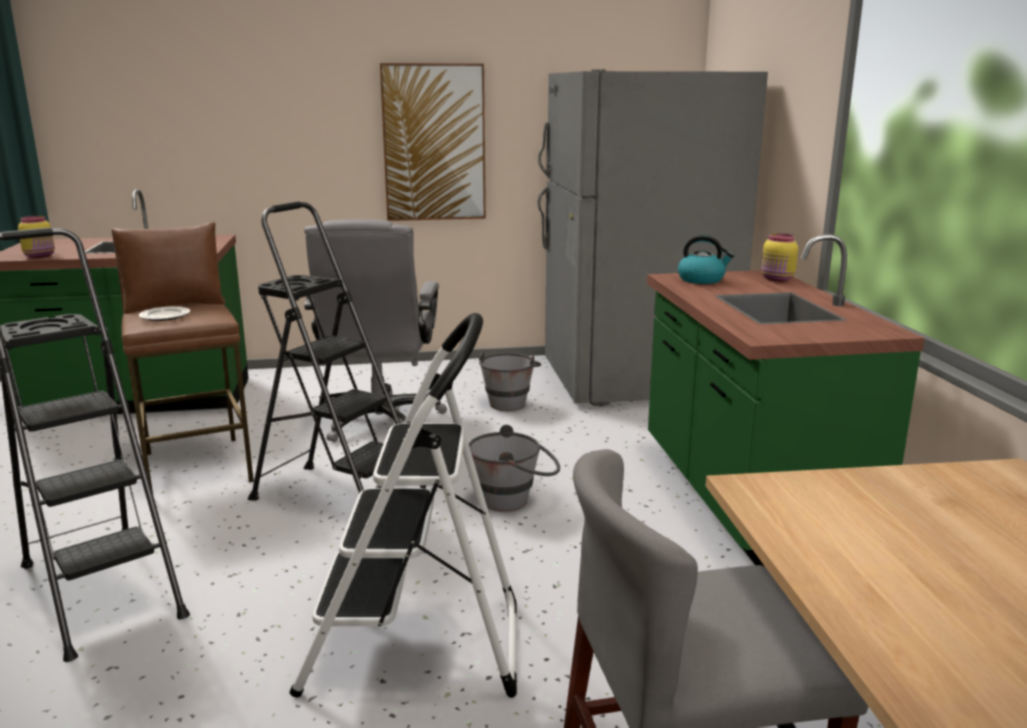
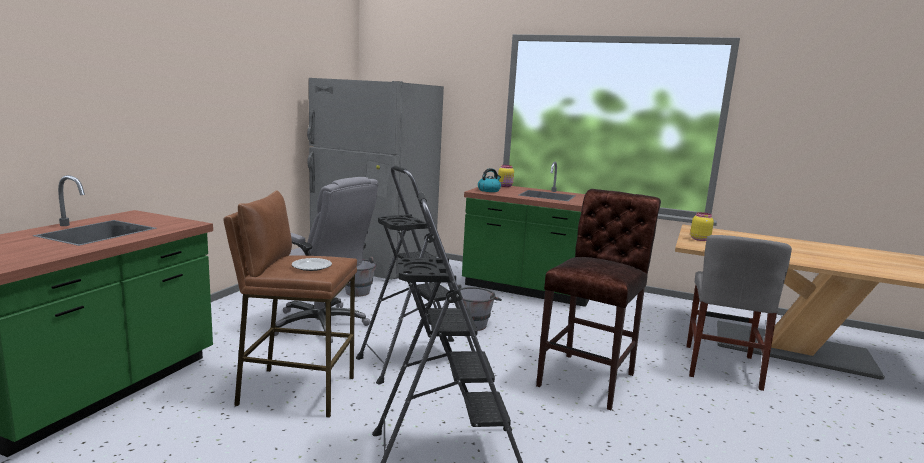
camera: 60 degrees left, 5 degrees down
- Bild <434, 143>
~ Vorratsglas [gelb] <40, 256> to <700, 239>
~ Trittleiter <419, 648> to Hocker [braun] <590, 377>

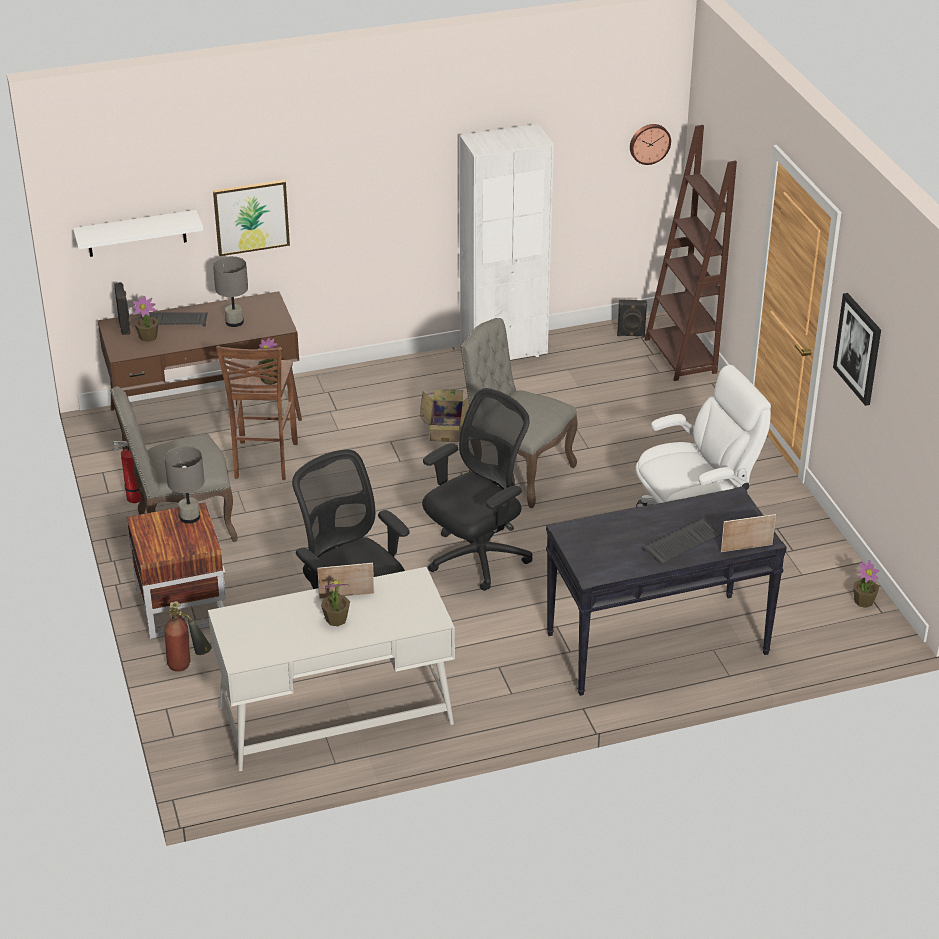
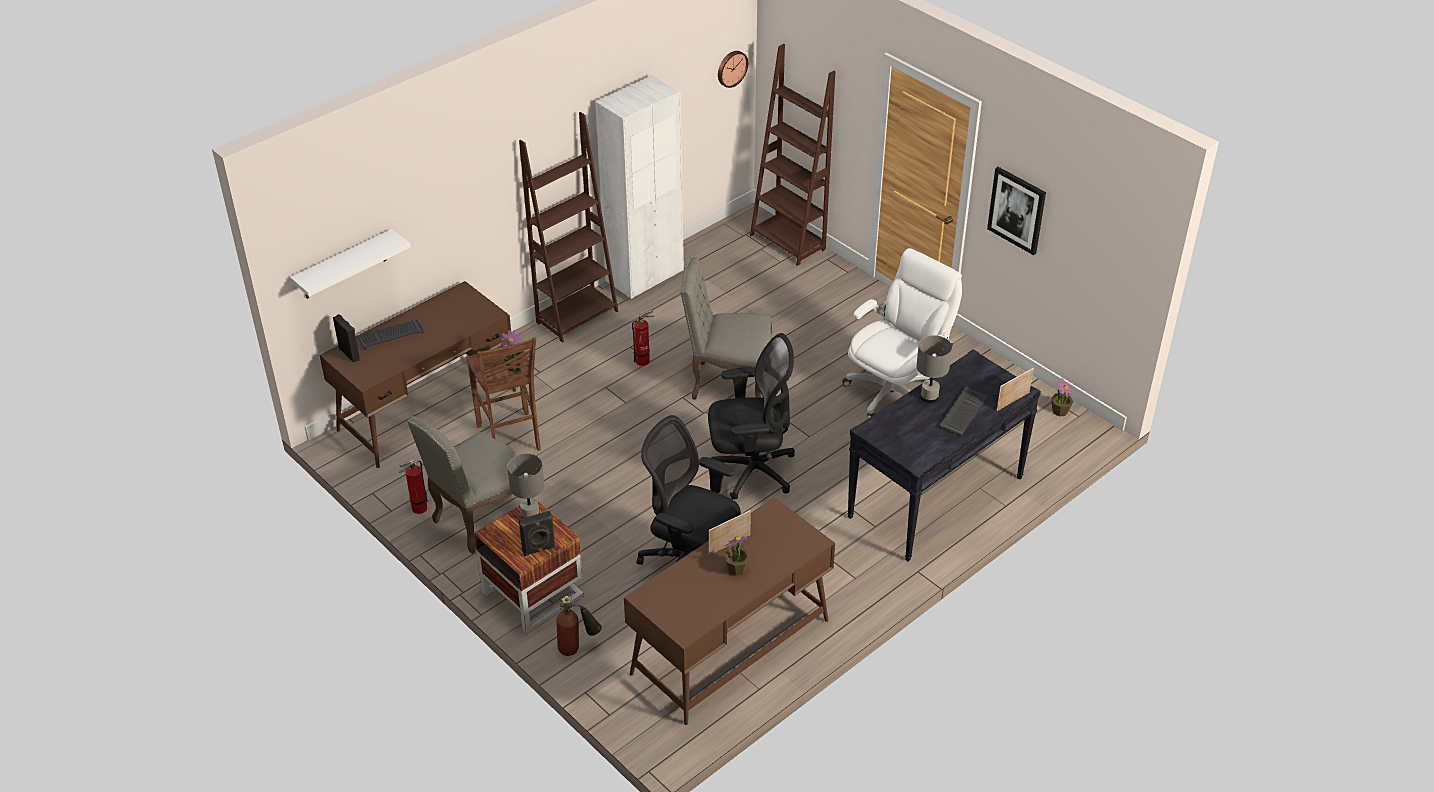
camera: 25 degrees left, 5 degrees up
- Topfpflanze <148, 337>
- Bild <251, 217>
+ Bücherregal [braun] <577, 316>
~ Tischlampe [grau] <234, 322> to <929, 397>
~ Lautsprecher [schwarz] <631, 335> to <539, 550>
~ Karton <447, 427> to Feuerlöscher <644, 360>
~ Schreibtisch [weiß] <335, 714> to Schreibtisch [braun] <729, 646>
~ Bürostuhl [schwarz] <475, 561> = <748, 472> 60 degrees clockwise

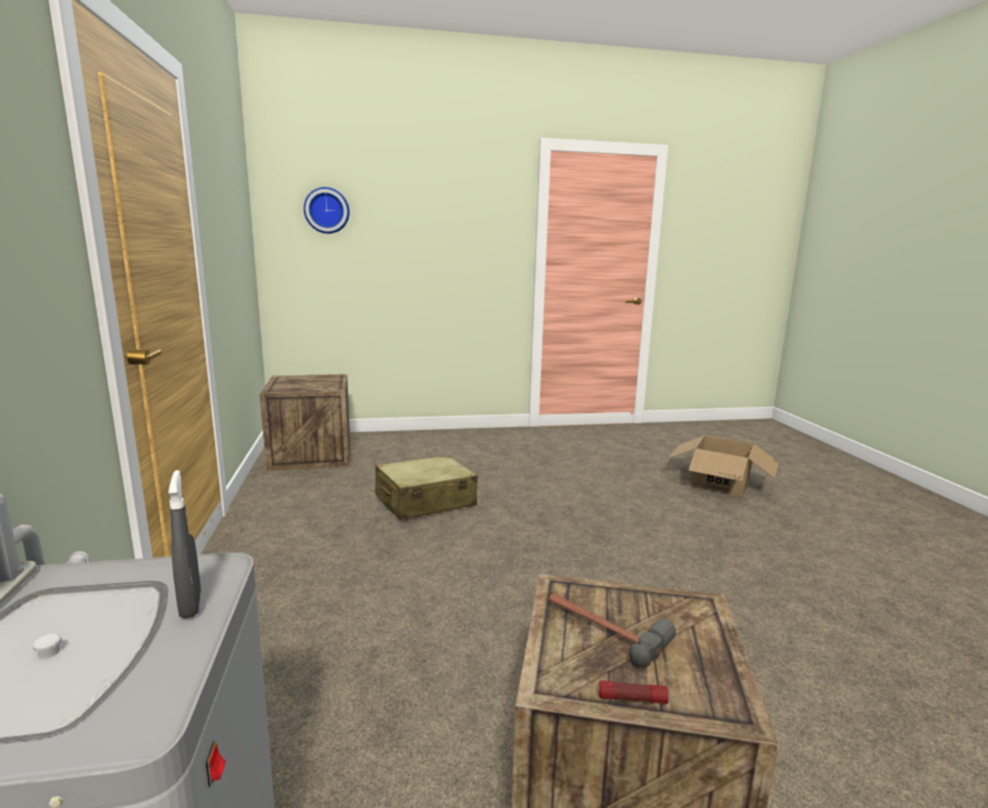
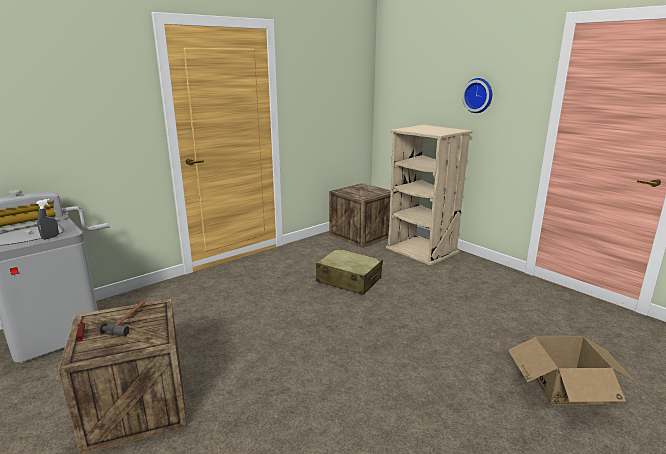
camera: 60 degrees right, 5 degrees up
+ Bücherregal [beige] <422, 250>
~ Wanduhr <327, 210> to <478, 95>

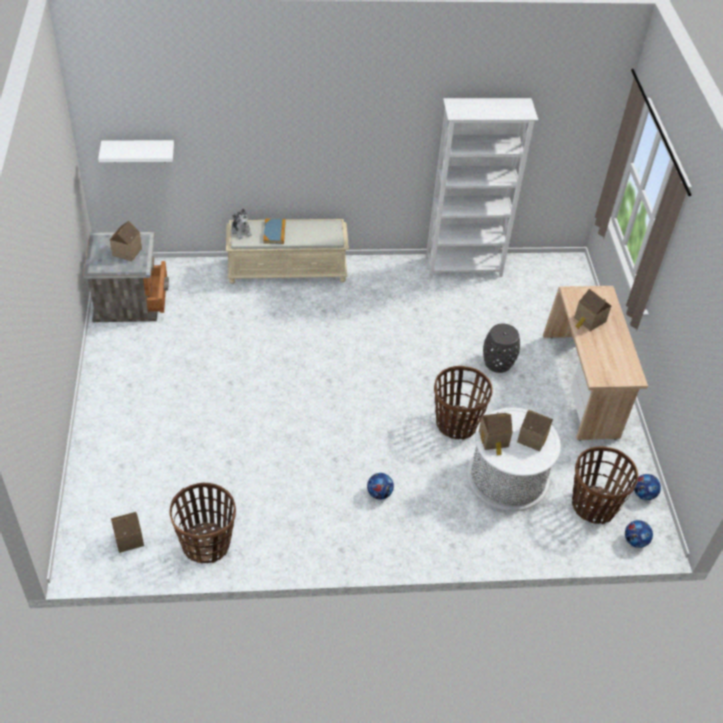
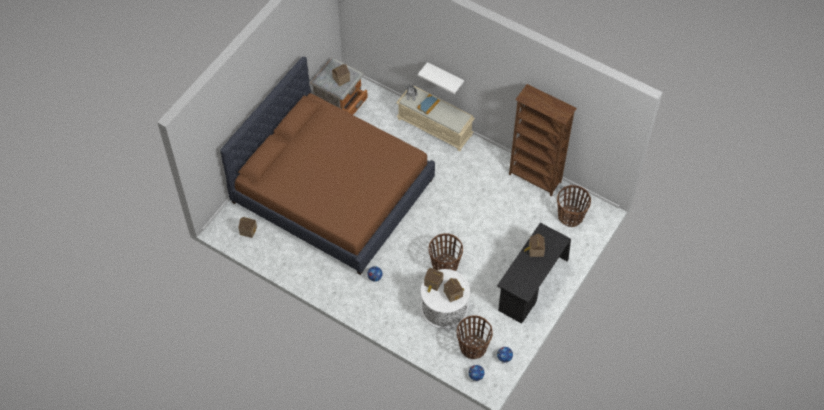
camera: 40 degrees right, 10 degrees up
- Hocker [grau] <497, 363>
+ Bett [braun] <332, 191>
~ Wandregal [weiß] <139, 151> to <445, 76>
~ Korb <206, 544> to <570, 216>
~ Bücherregal [weiß] <464, 267> to Bücherregal [braun] <535, 179>
~ Schreibtisch [beige] <582, 386> to Schreibtisch [schwarz] <531, 285>

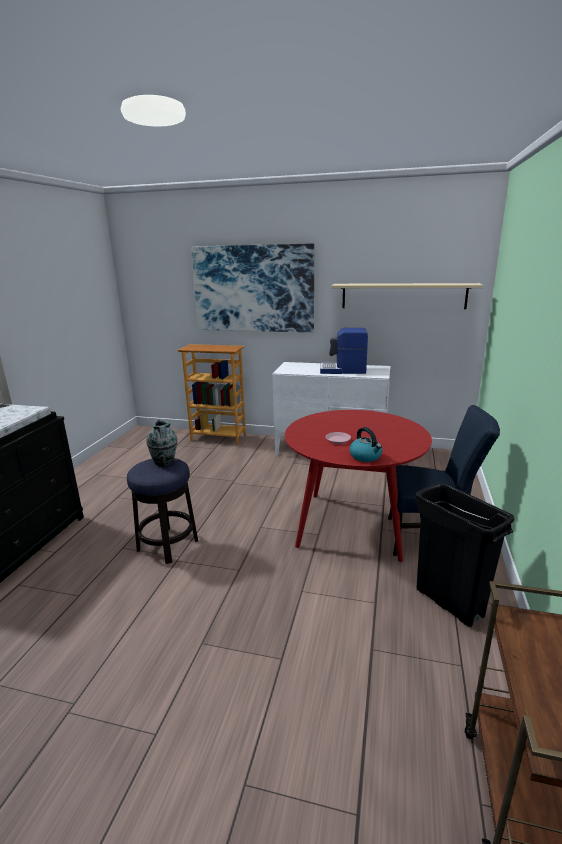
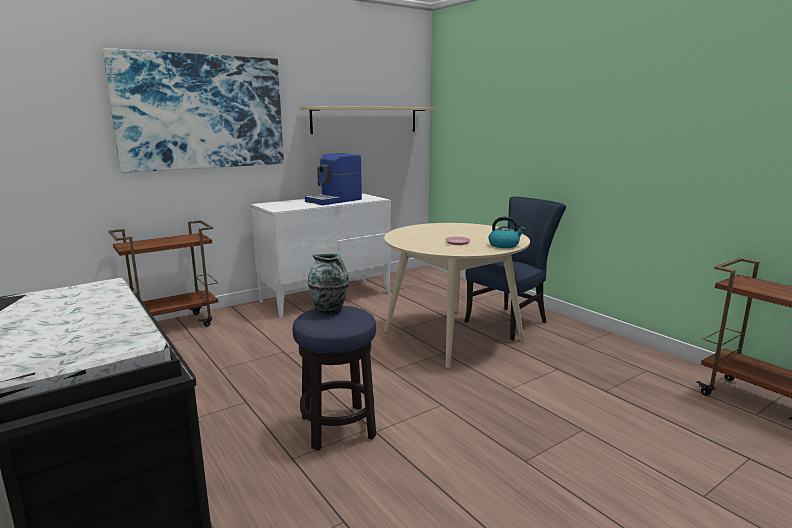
camera: 50 degrees left, 5 degrees down
- Mülleimer [schwarz] <448, 602>
~ Bücherregal <219, 438> to Rollwagen [braun] <174, 326>
~ Esstisch [rot] <352, 525> to Esstisch [beige] <452, 336>

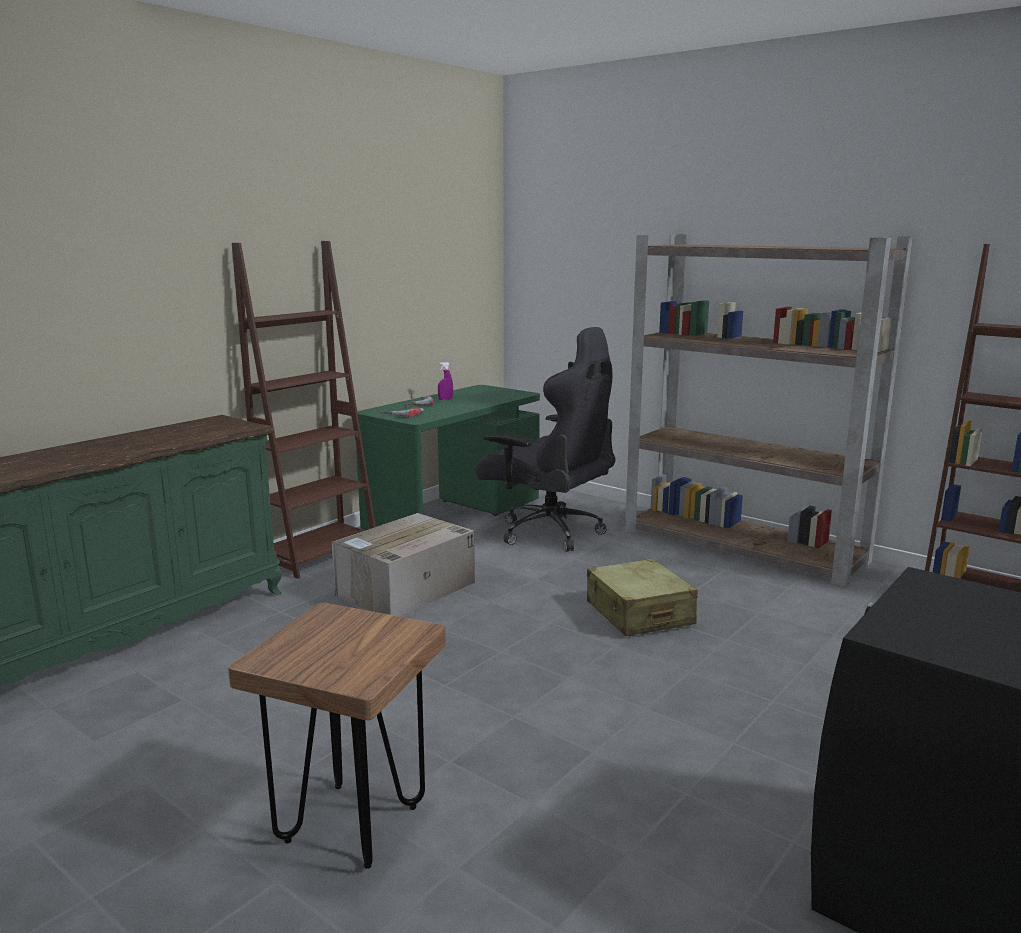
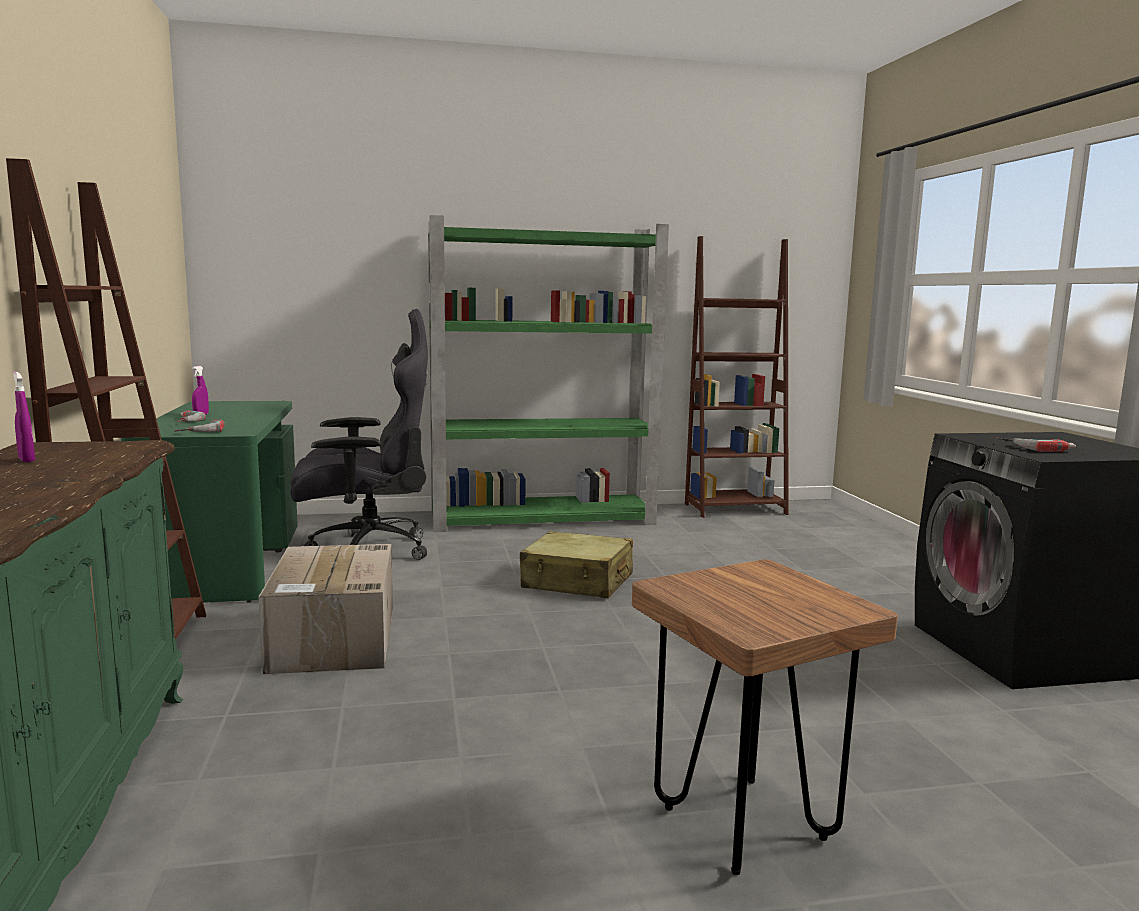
camera: 50 degrees left, 5 degrees down
+ Sprühflasche [lila] <26, 460>
+ Bohrmaschine <1035, 447>
~ Bücherregal [braun] <743, 546> to Bücherregal [grün] <542, 518>

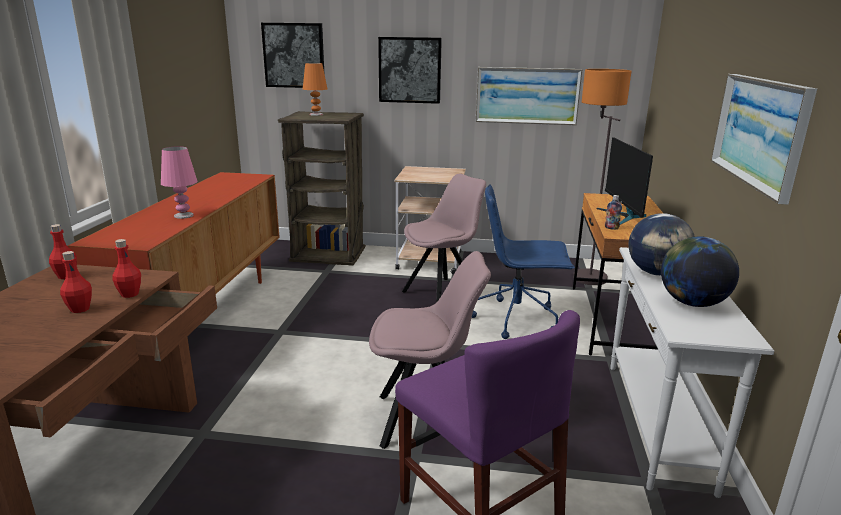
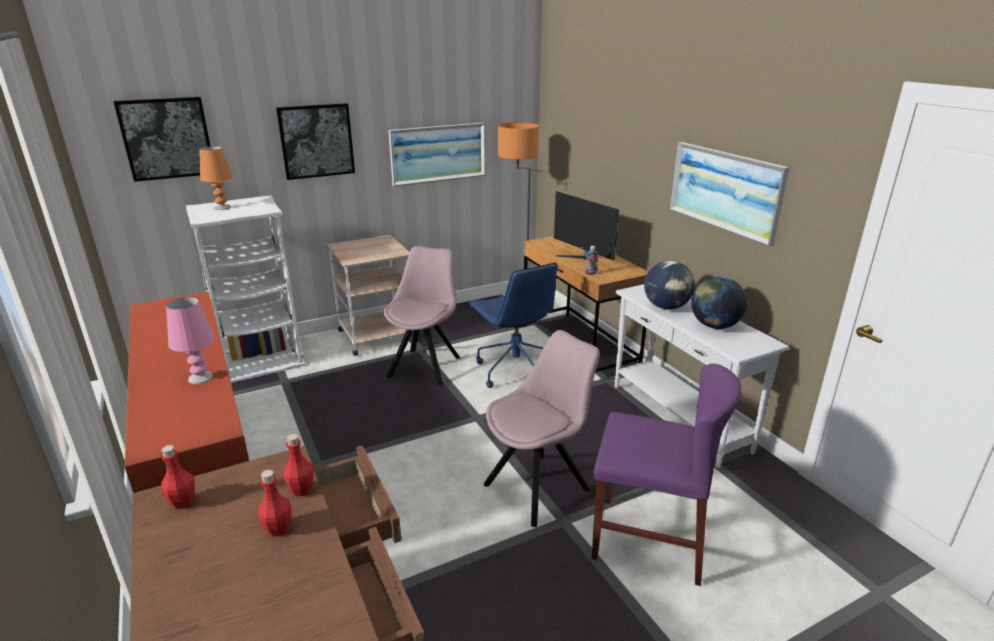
camera: 35 degrees left, 5 degrees up
~ Bücherregal [braun] <329, 254> to Bücherregal [weiß] <262, 360>
~ Bürostuhl [blau] <519, 319> = <513, 369> 90 degrees counterclockwise

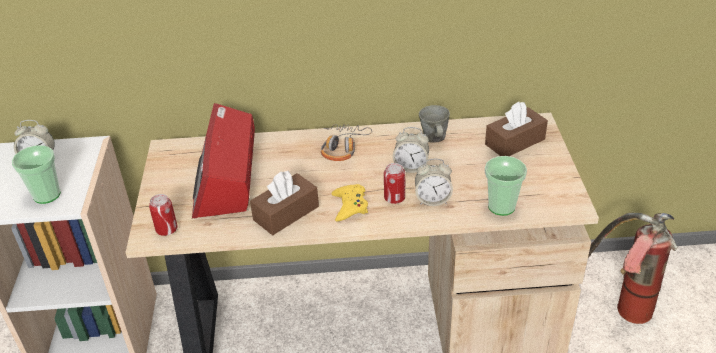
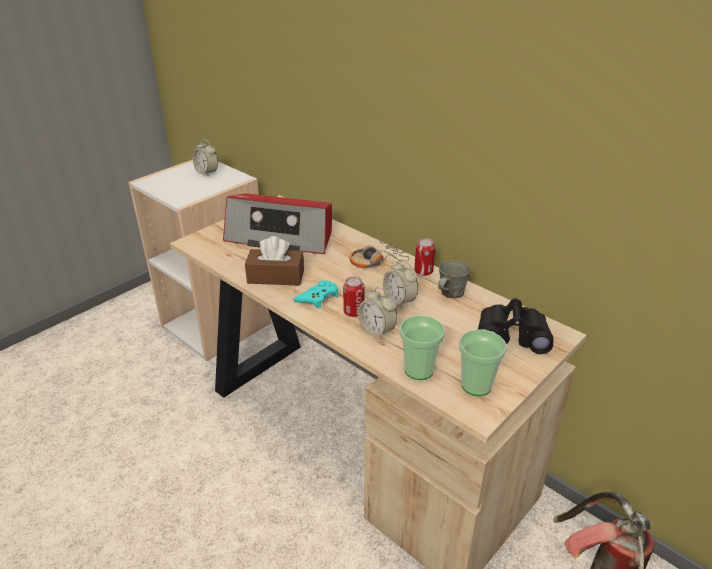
camera: 45 degrees right, 5 degrees down
~ Tasse <47, 195> to <476, 385>
~ Dose <167, 229> to <423, 272>
~ Taschentuchbox [braun] <515, 142> to Fernglas [schwarz] <512, 335>
~ Gamepad [gelb] <350, 206> to Gamepad [türkis] <318, 297>
~ Radio <226, 177> = <281, 236> 120 degrees counterclockwise

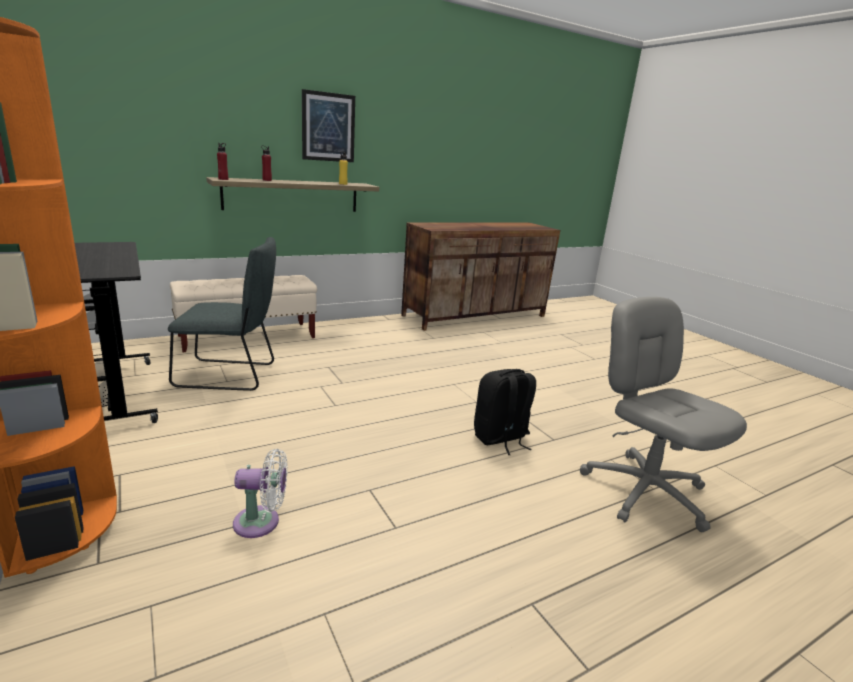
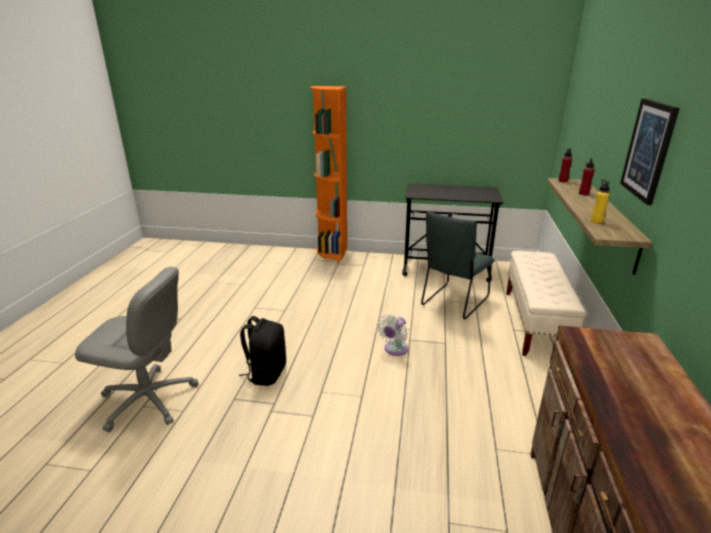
camera: 130 degrees right, 5 degrees up
~ Ventilator [weiß] <261, 522> to <394, 350>

